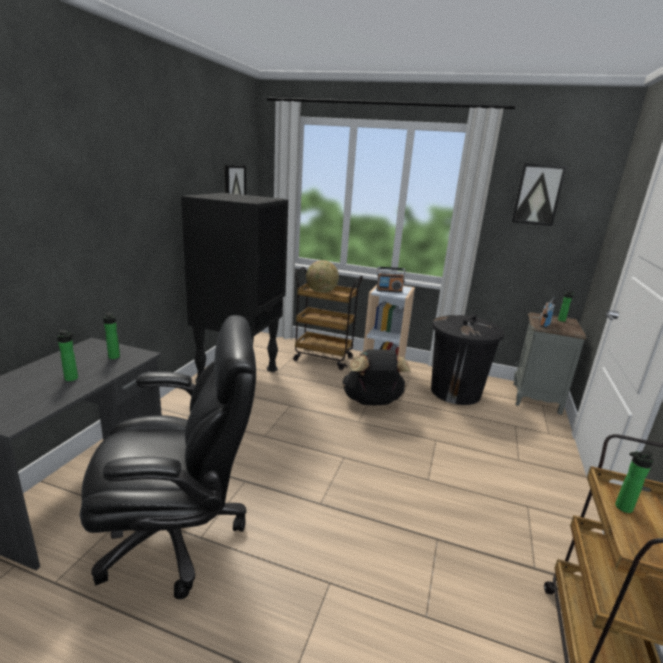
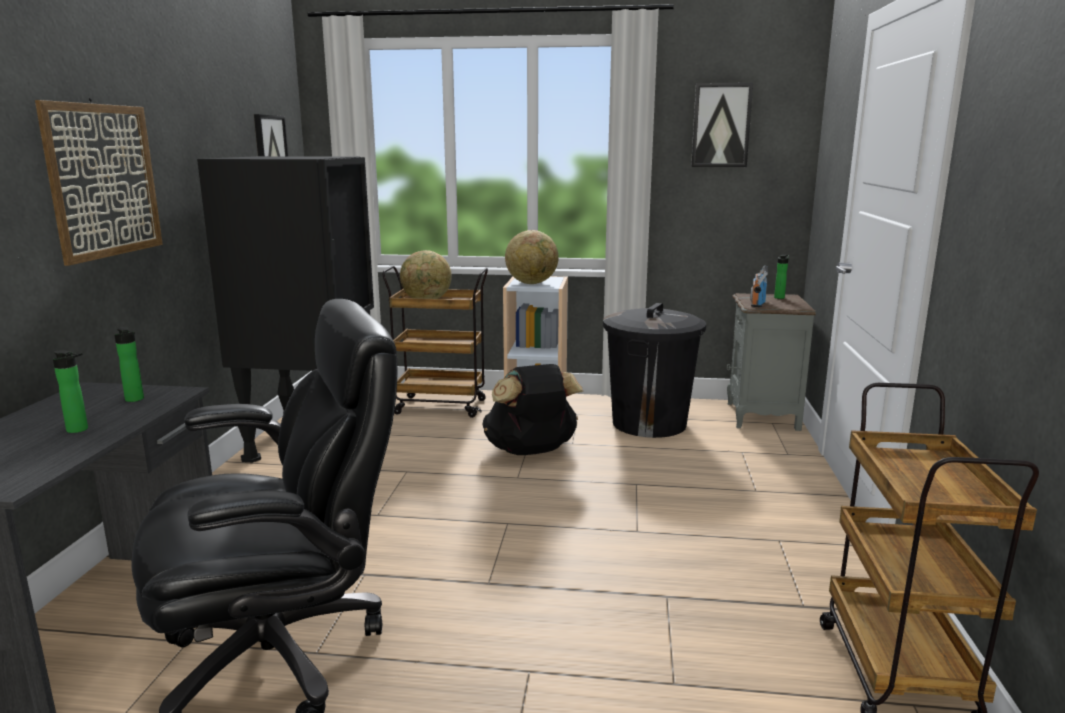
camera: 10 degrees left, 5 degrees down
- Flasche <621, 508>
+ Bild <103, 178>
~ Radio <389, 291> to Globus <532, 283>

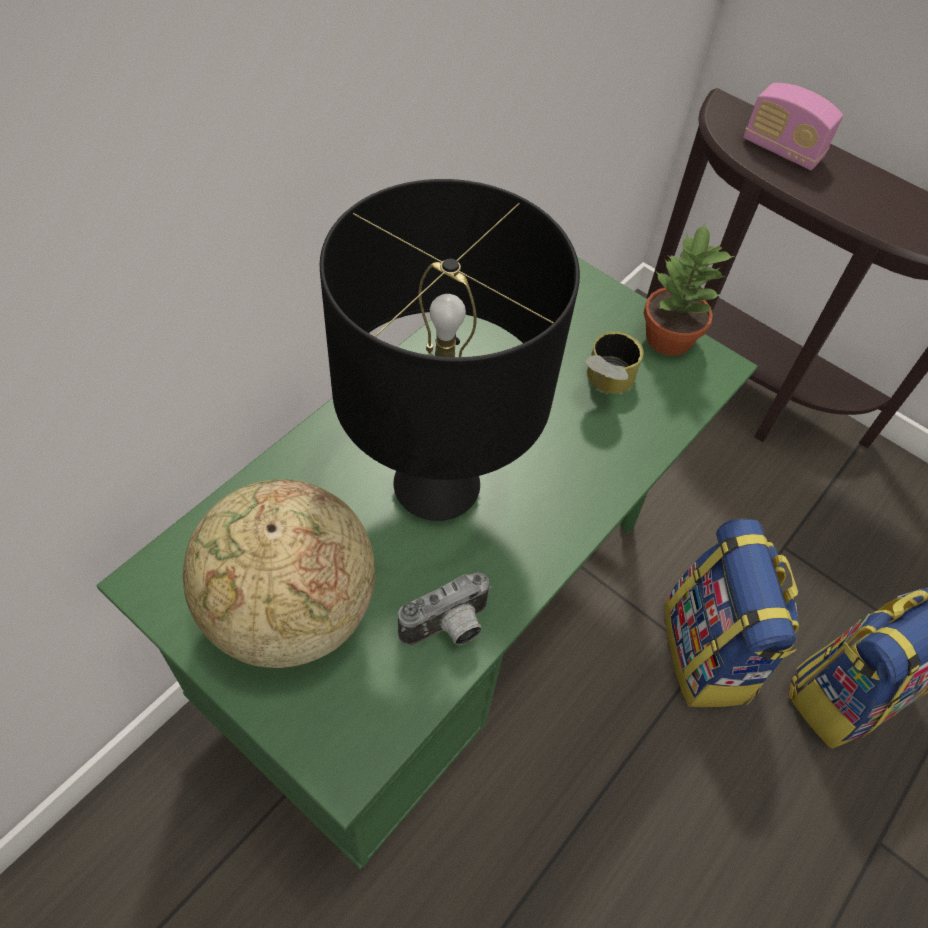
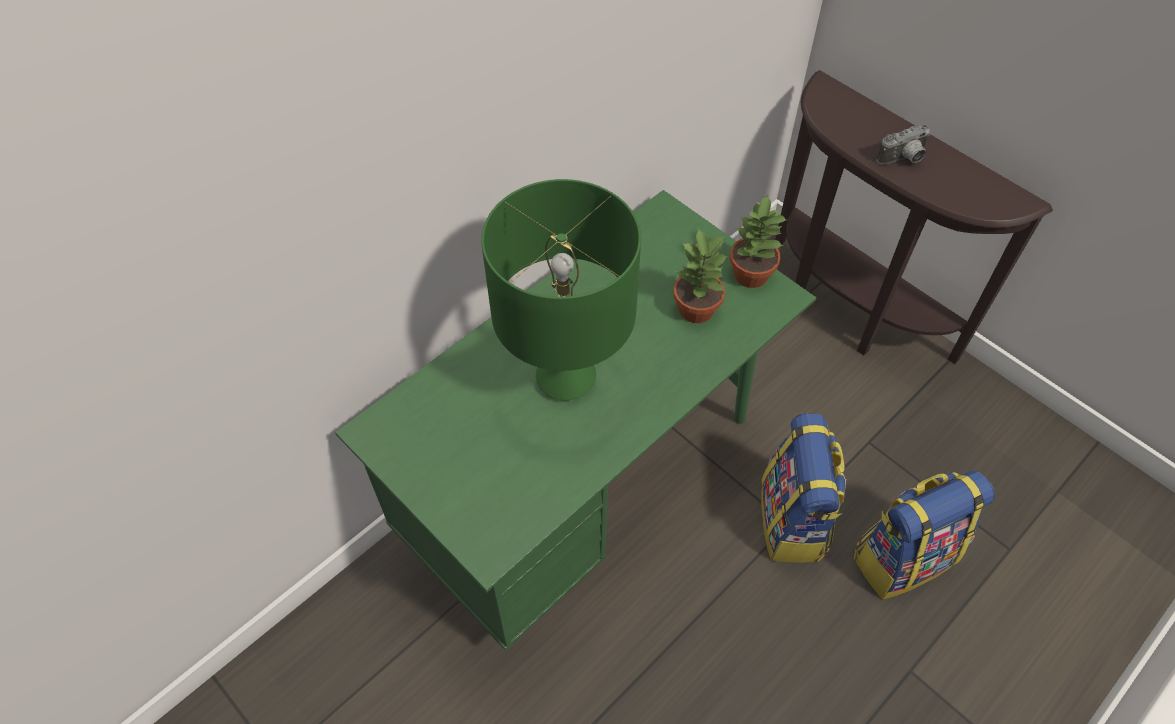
camera: 10 degrees right, 0 degrees up
- Globus <289, 612>
- Radio <781, 150>
~ Kamera <448, 629> to <903, 159>
~ Dose <604, 385> to Topfpflanze <697, 308>
~ Tischlampe [schwarz] <436, 490> to Tischlampe [grün] <566, 379>

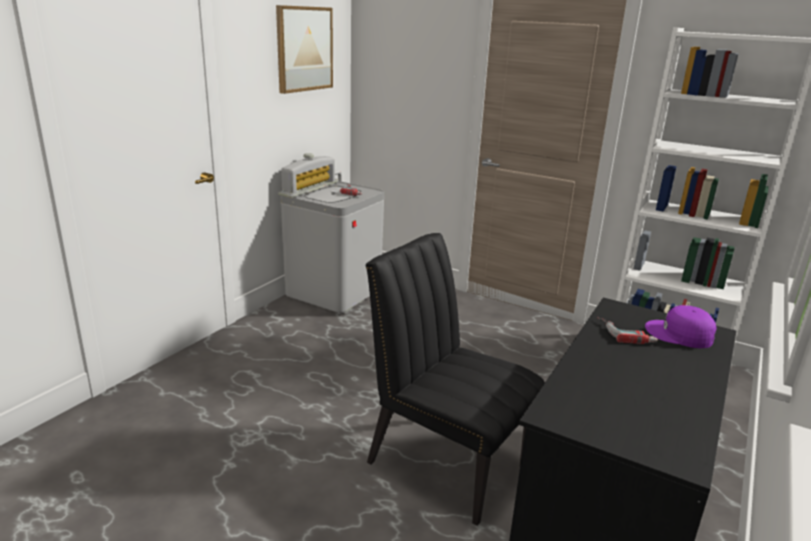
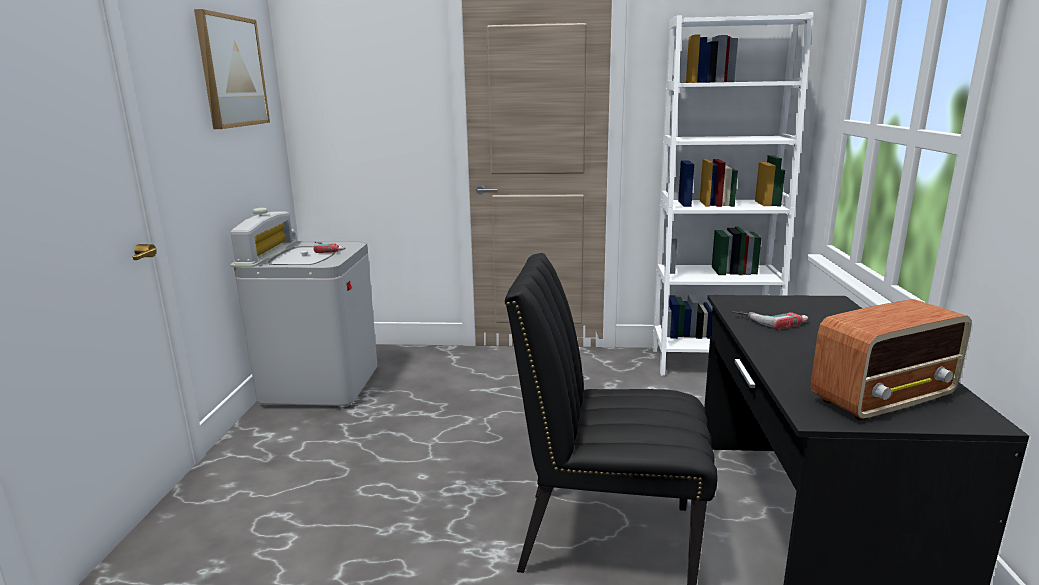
camera: 25 degrees left, 5 degrees down
- Kappe [lila] <679, 334>
+ Radio <883, 398>

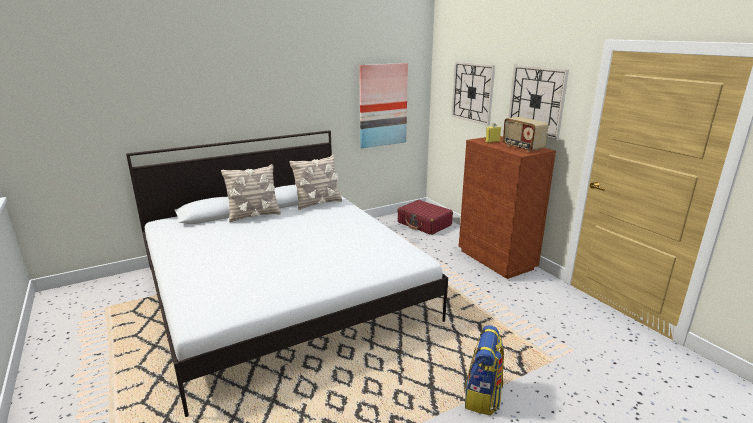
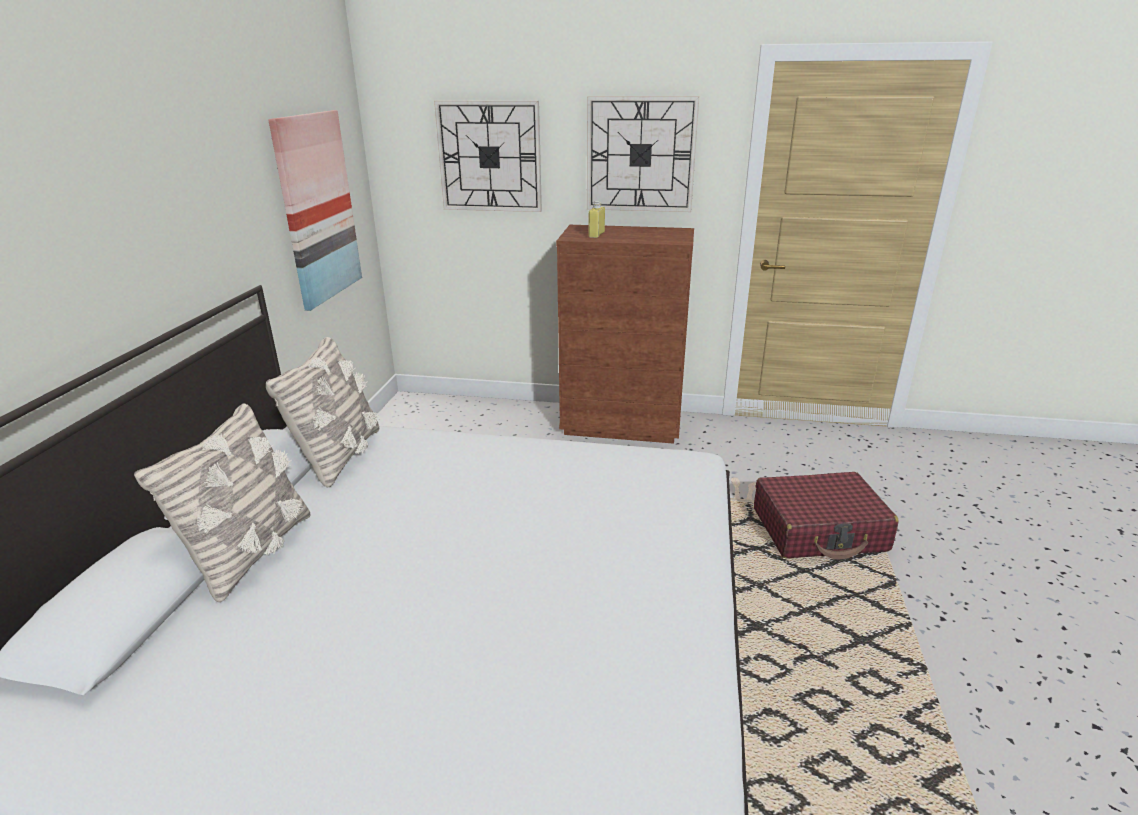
camera: 50 degrees left, 5 degrees up
- Rucksack <483, 396>
- Radio <522, 148>
~ Koffer [rot] <424, 224> to <819, 530>

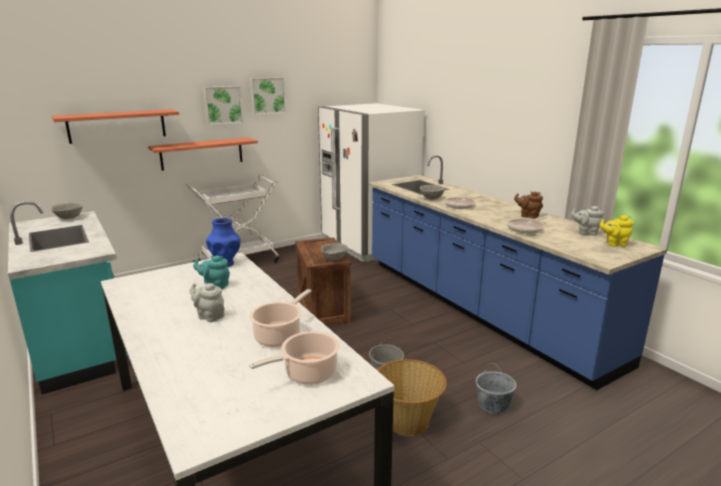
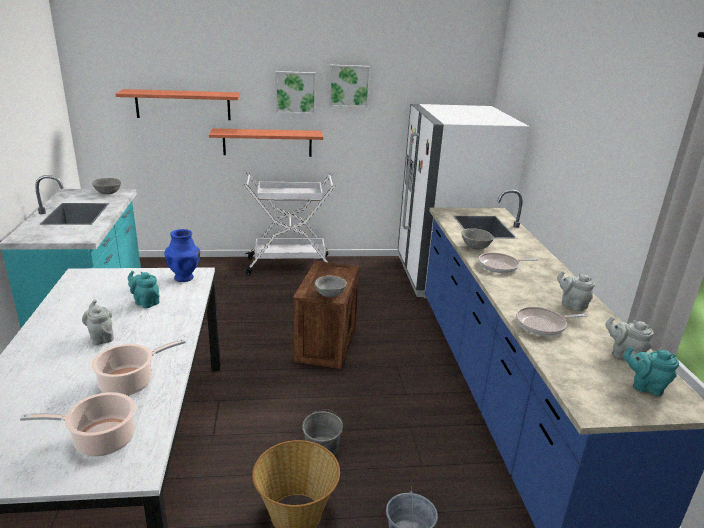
camera: 25 degrees right, 5 degrees up
~ Teekanne [braun] <528, 216> to Teekanne [grau] <572, 305>
~ Teekanne [gelb] <614, 244> to Teekanne [türkis] <645, 387>

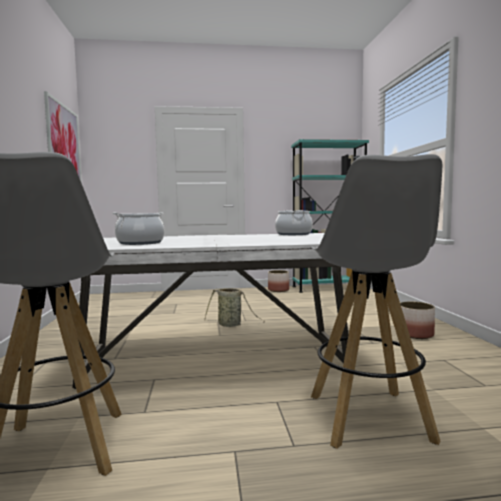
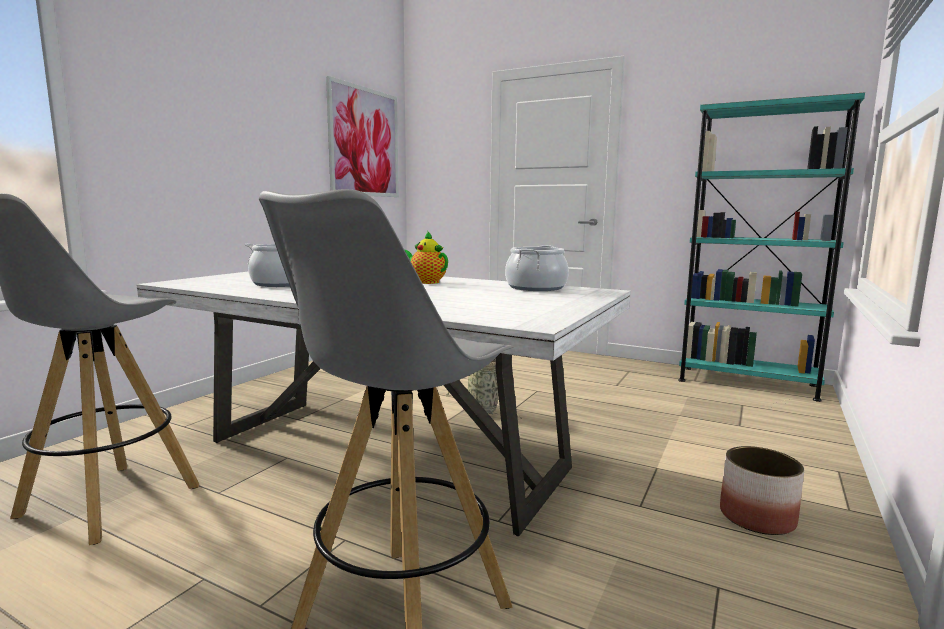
camera: 35 degrees right, 5 degrees up
- Pflanzkübel <278, 290>
+ Teekanne <426, 282>

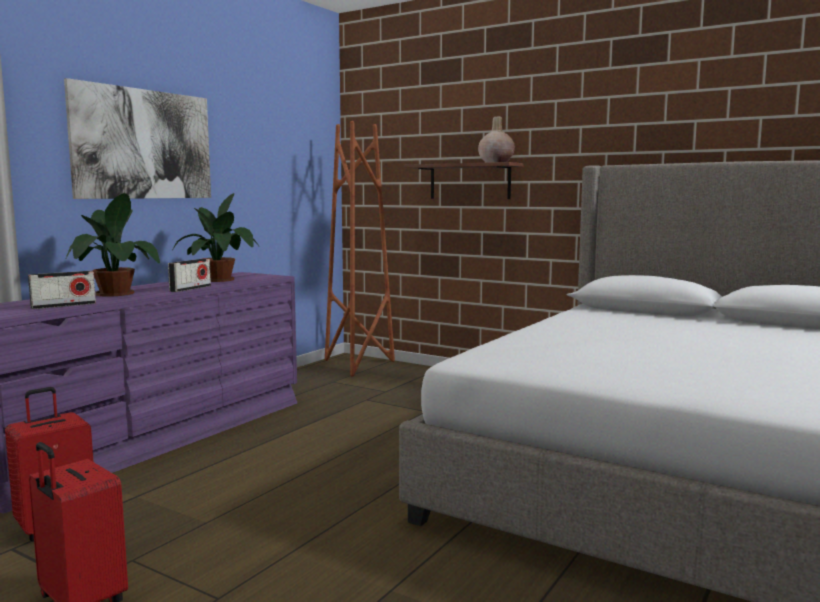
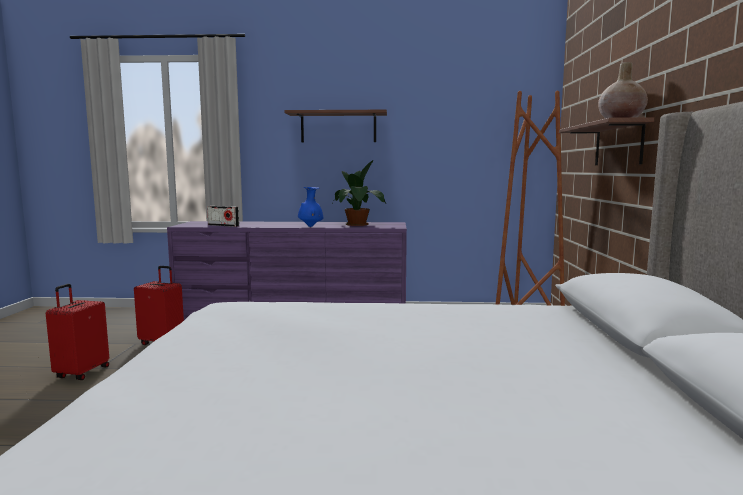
camera: 60 degrees right, 0 degrees up
- Topfpflanze <115, 294>
~ Bild <144, 144> to Wandregal <338, 127>
~ Radio <190, 288> to Vase [blau] <310, 226>

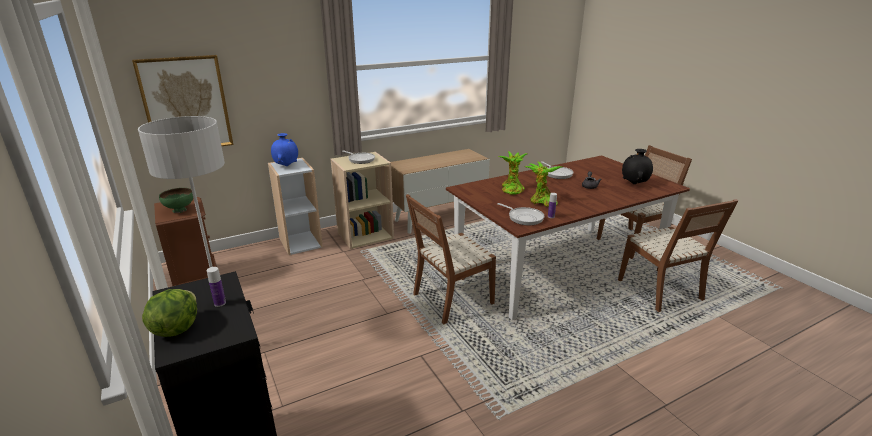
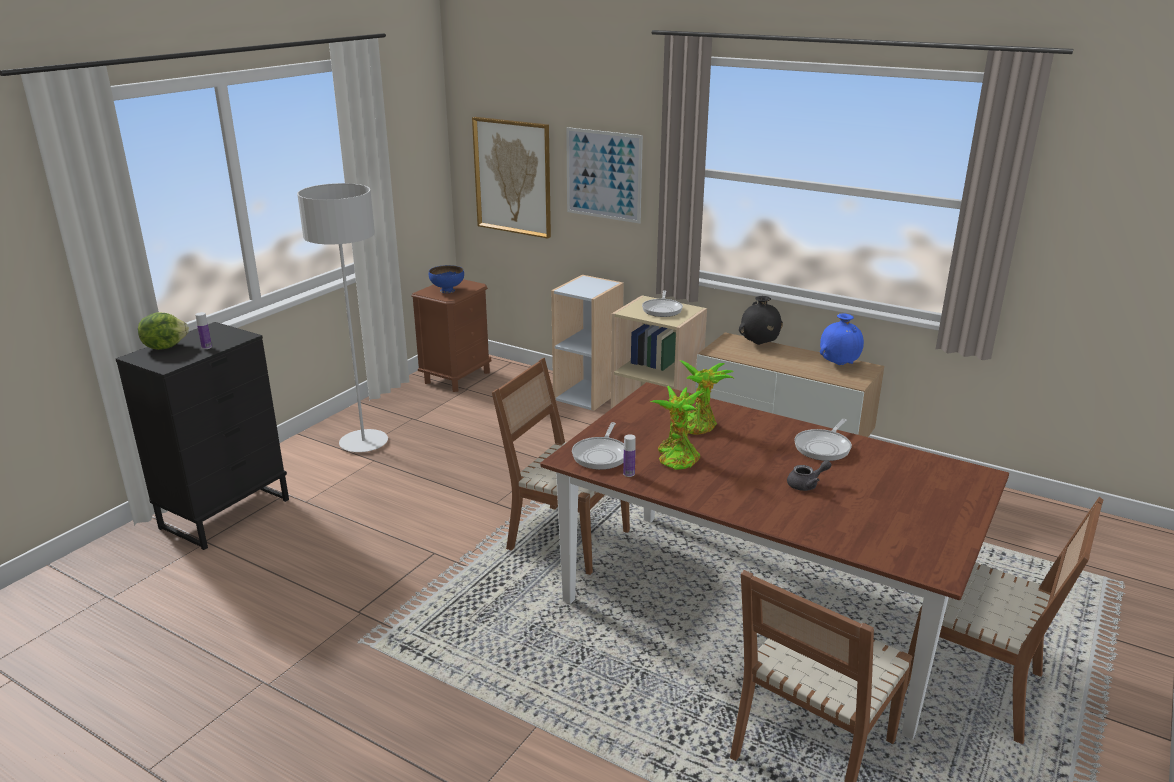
camera: 60 degrees right, 0 degrees up
+ Bild <603, 175>
~ Vase [blau] <286, 166> to <839, 364>
~ Vase [schwarz] <634, 184> to <759, 344>
~ Schüssel [grün] <180, 210> to Schüssel [blau] <447, 291>

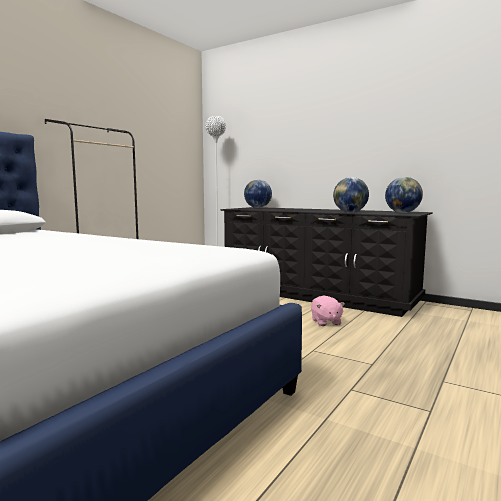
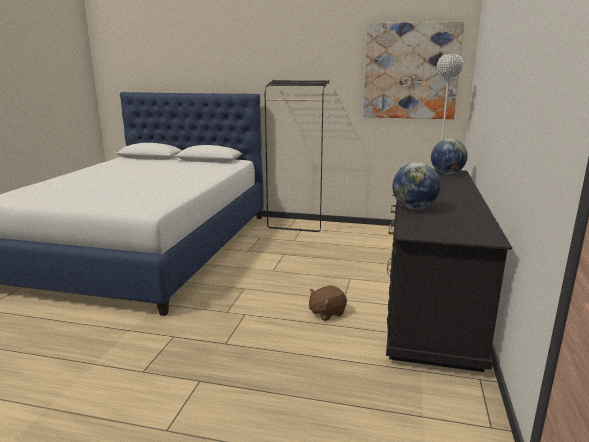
camera: 70 degrees right, 10 degrees up
- Globus <402, 212>
+ Bild <411, 71>
~ Plüschtier [rosa] <326, 322> to Plüschtier [braun] <326, 313>

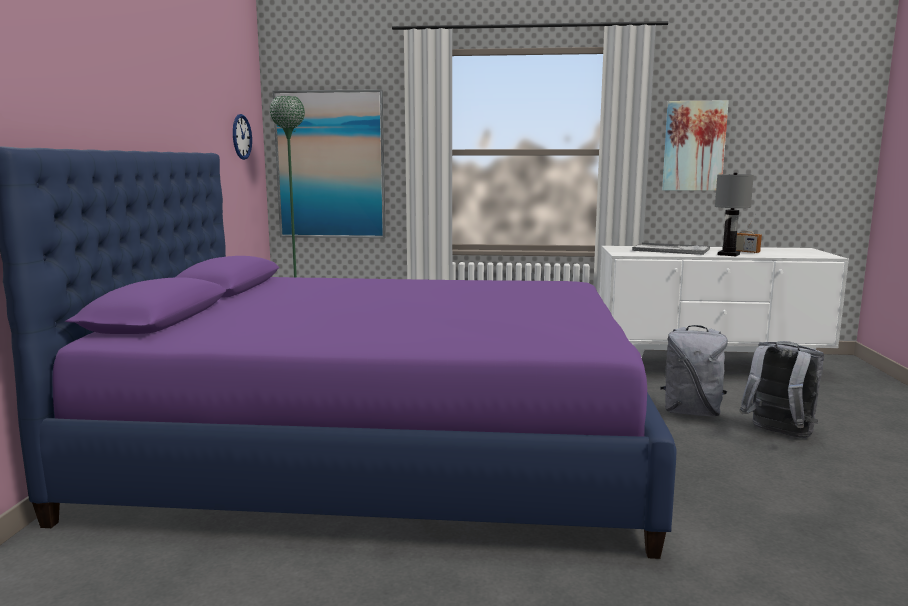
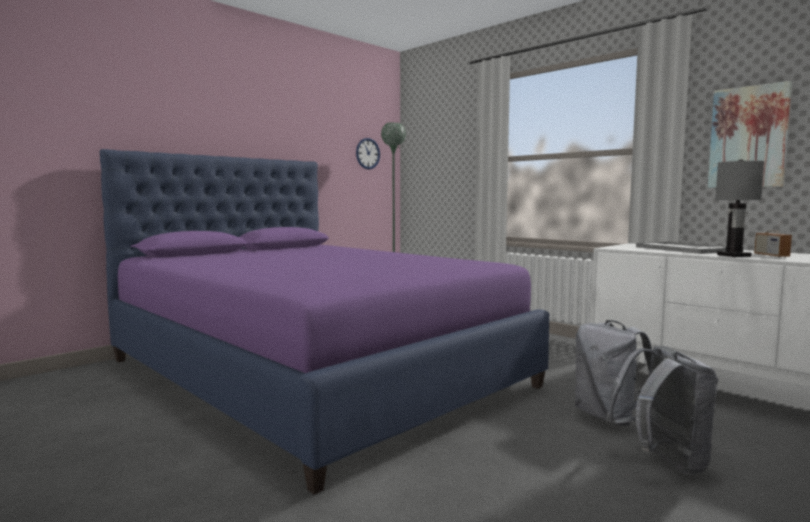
camera: 40 degrees right, 5 degrees down
- Bild <330, 165>

